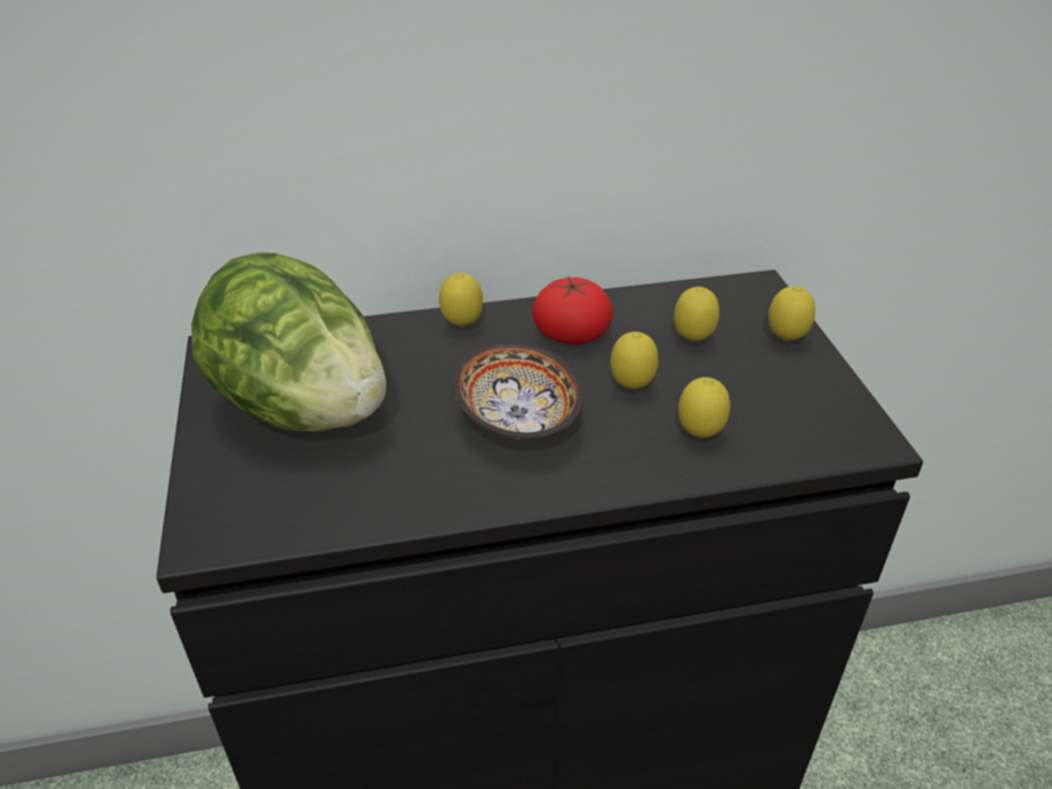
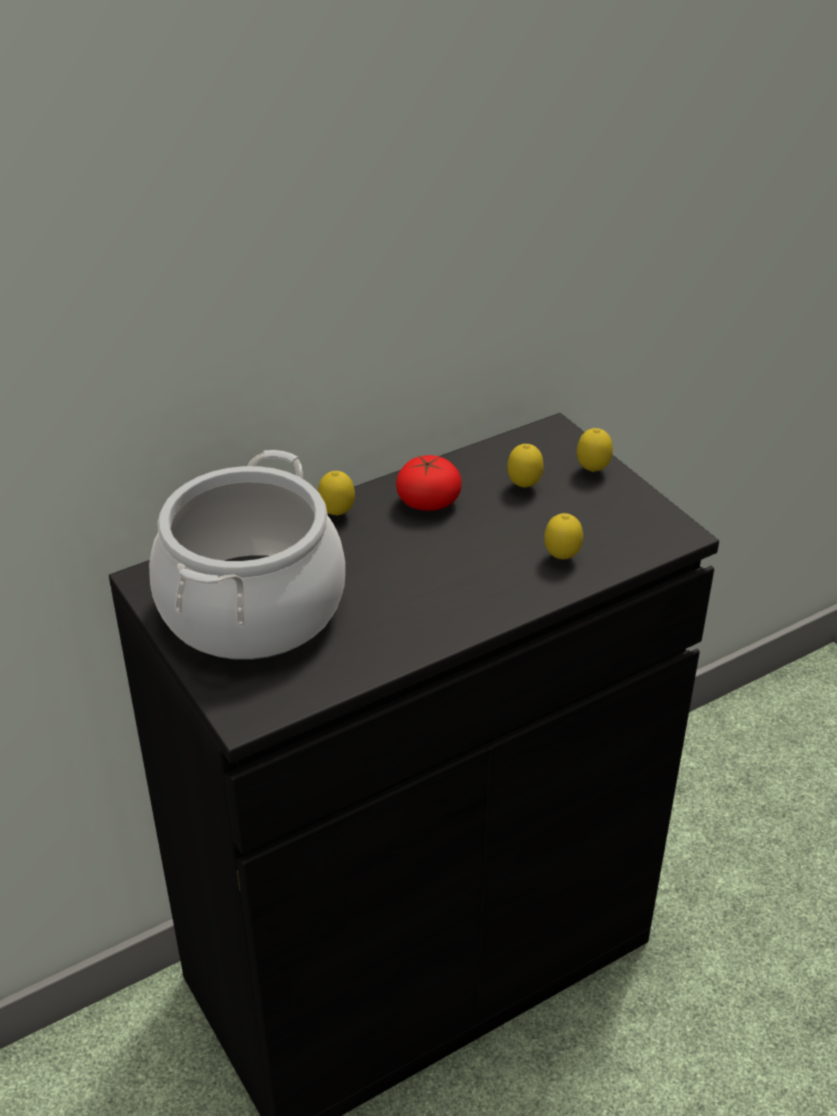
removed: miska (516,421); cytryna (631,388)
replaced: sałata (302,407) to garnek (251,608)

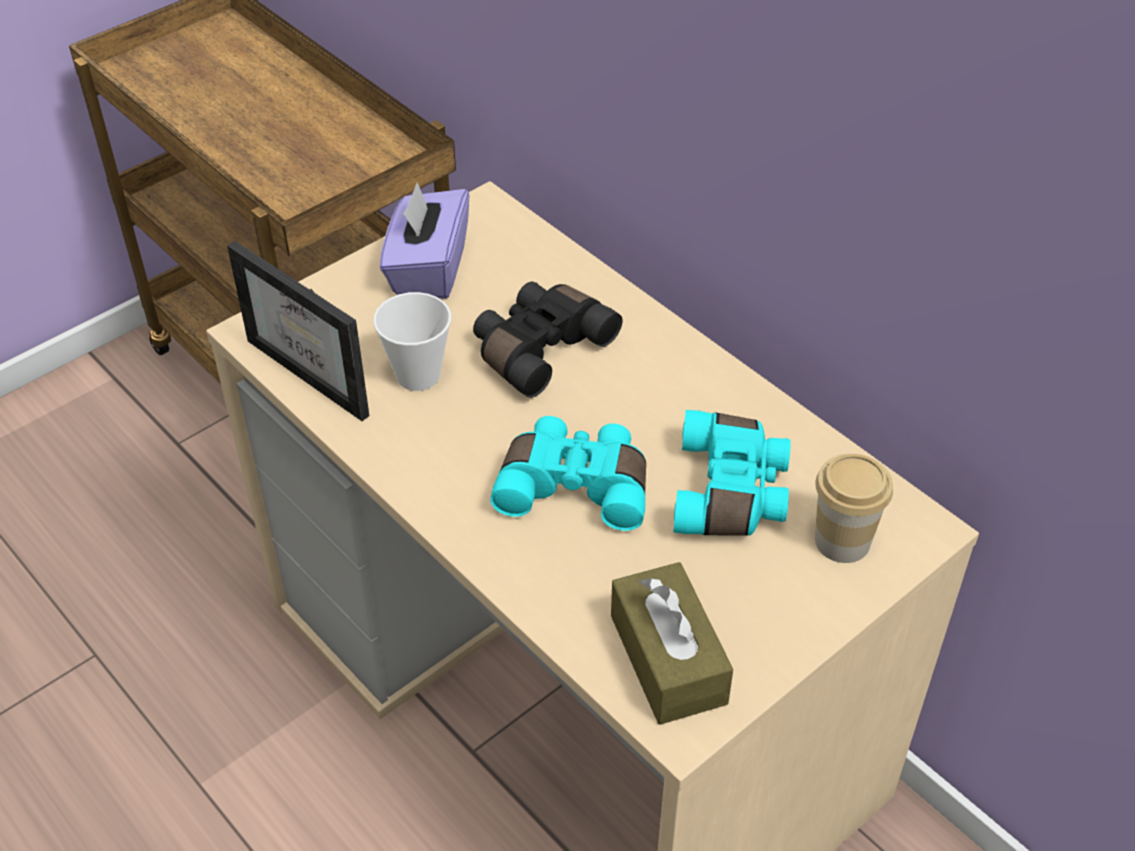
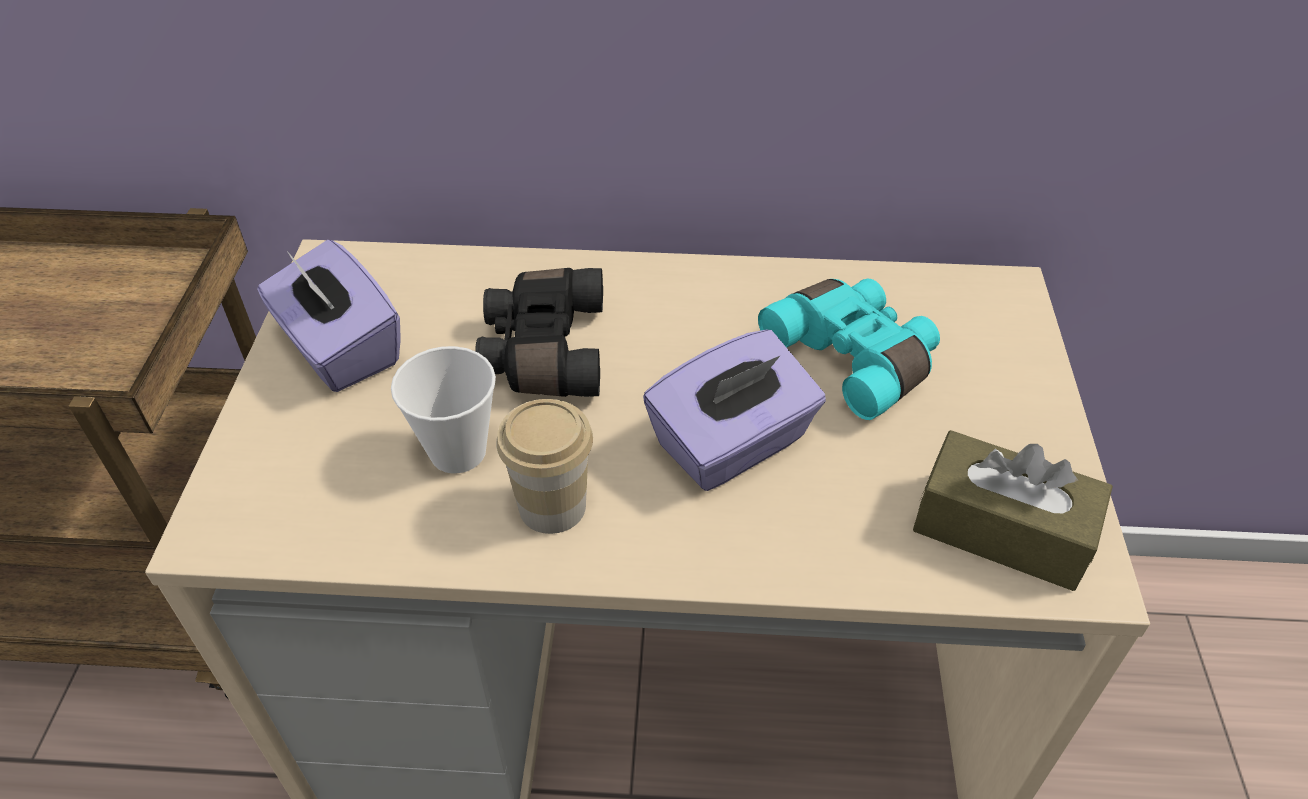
removed: ramka na zdjęcie (322,370)
moved: filiżanka (842,541) to (552,506)
replaced: lornetka/turkusowy (575,485) to pudełko chusteczek/fioletowy (732,444)

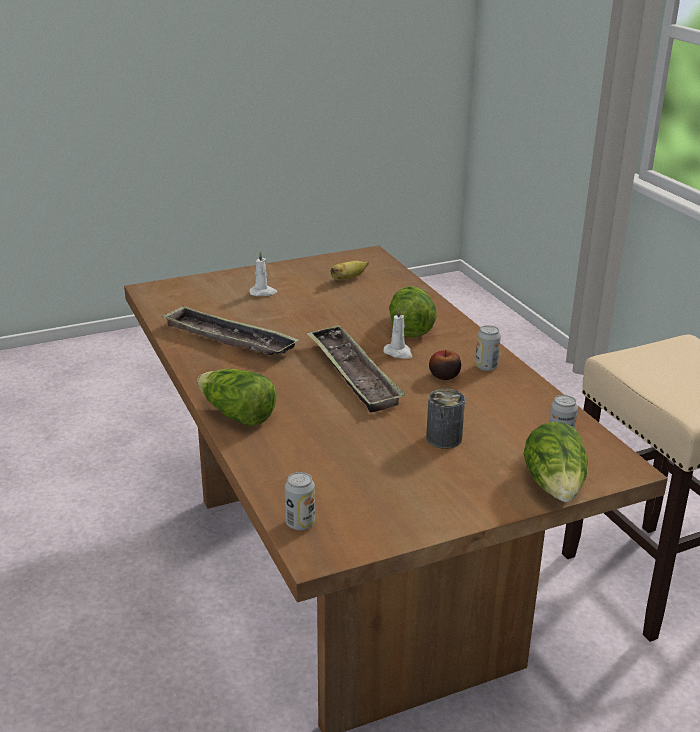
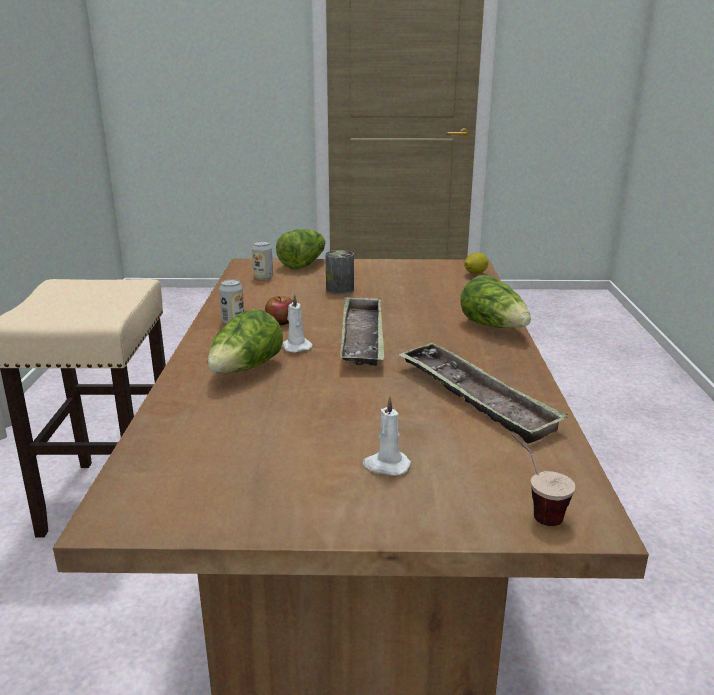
removed: banan (348,279)
added: filiżanka (534,509)
replaced: puszka (300,523) to cytryna (475,273)

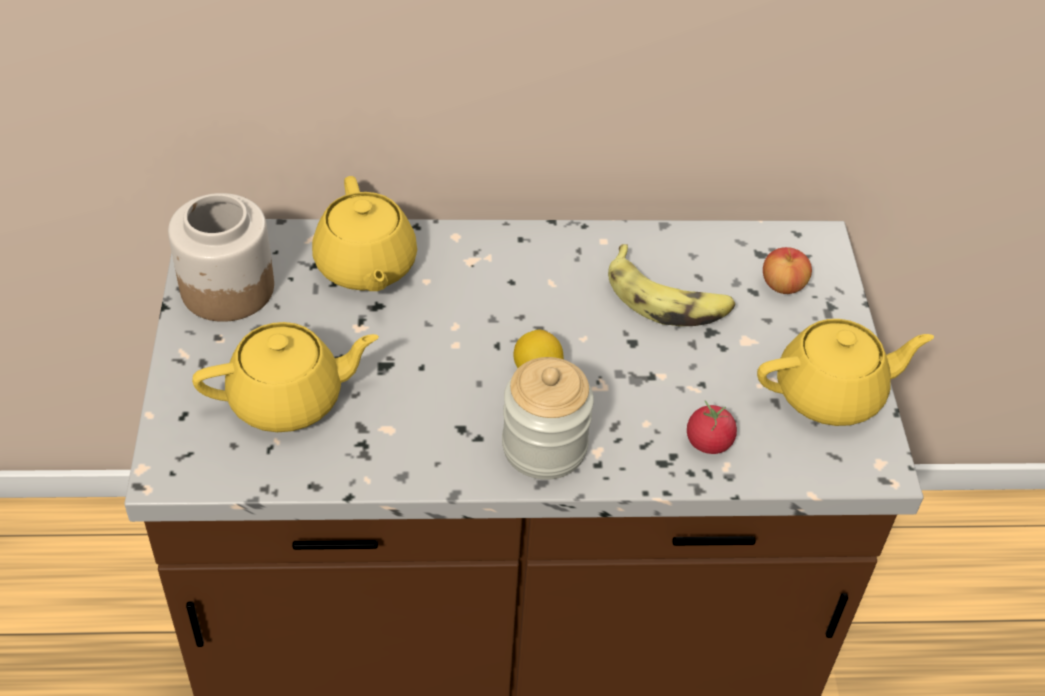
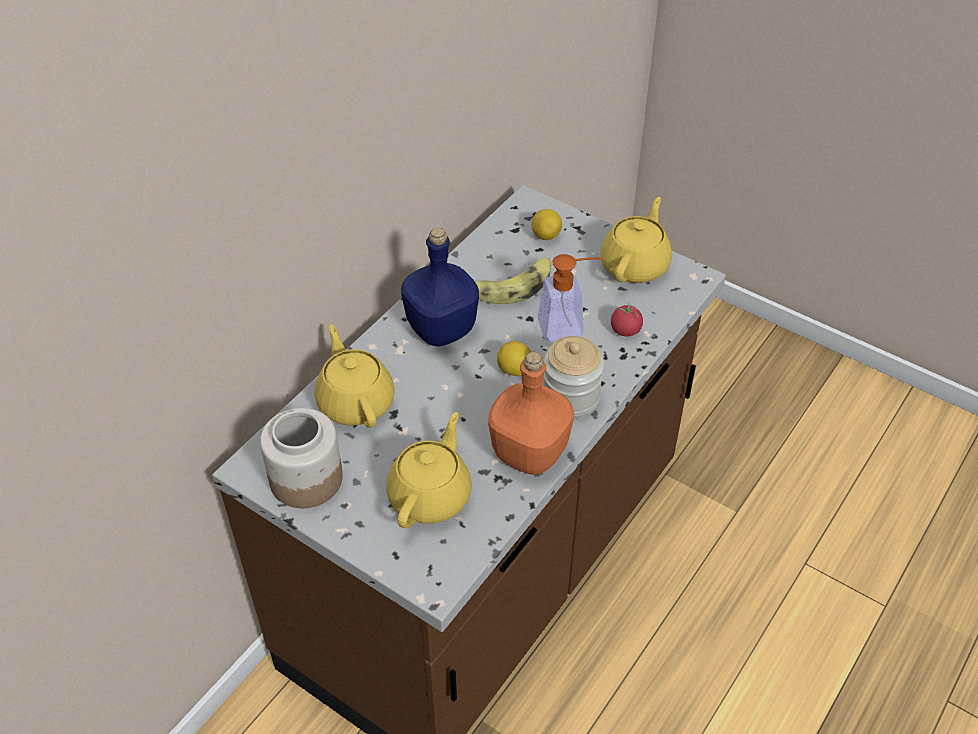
added: butelka/niebieski (442,329); butelka/pomarańczowy (531,453); dozownik mydła (568,326)
replaced: jabłko (783,285) to cytryna (546,236)
turned: imbryk/żółty (365,267) = (355,401) 135 degrees counterclockwise

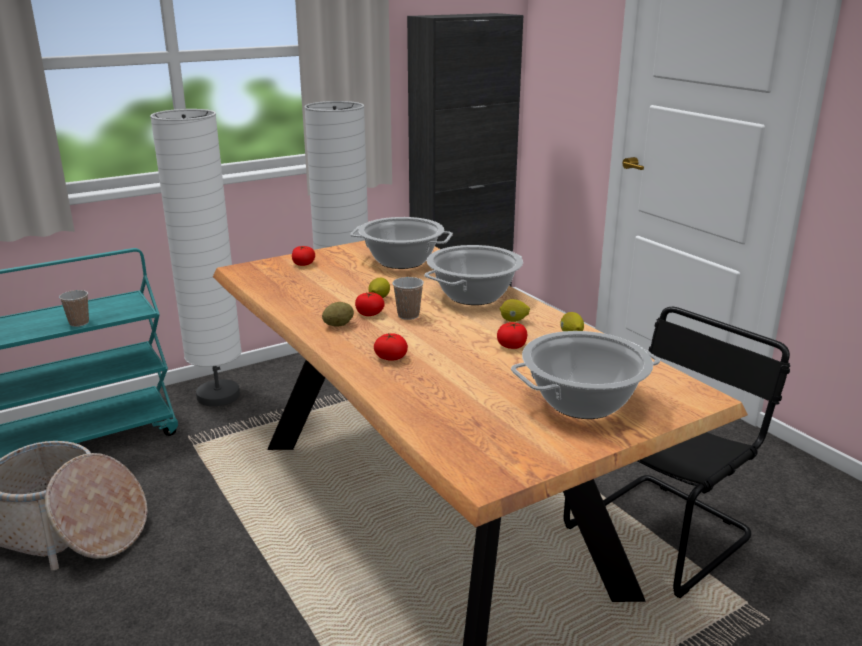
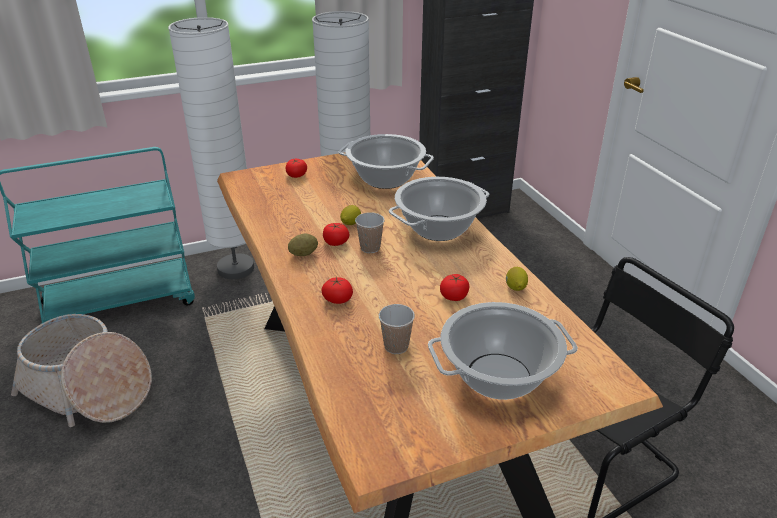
removed: cytryna (513,320)
moved: filiżanka (79,323) to (396,346)

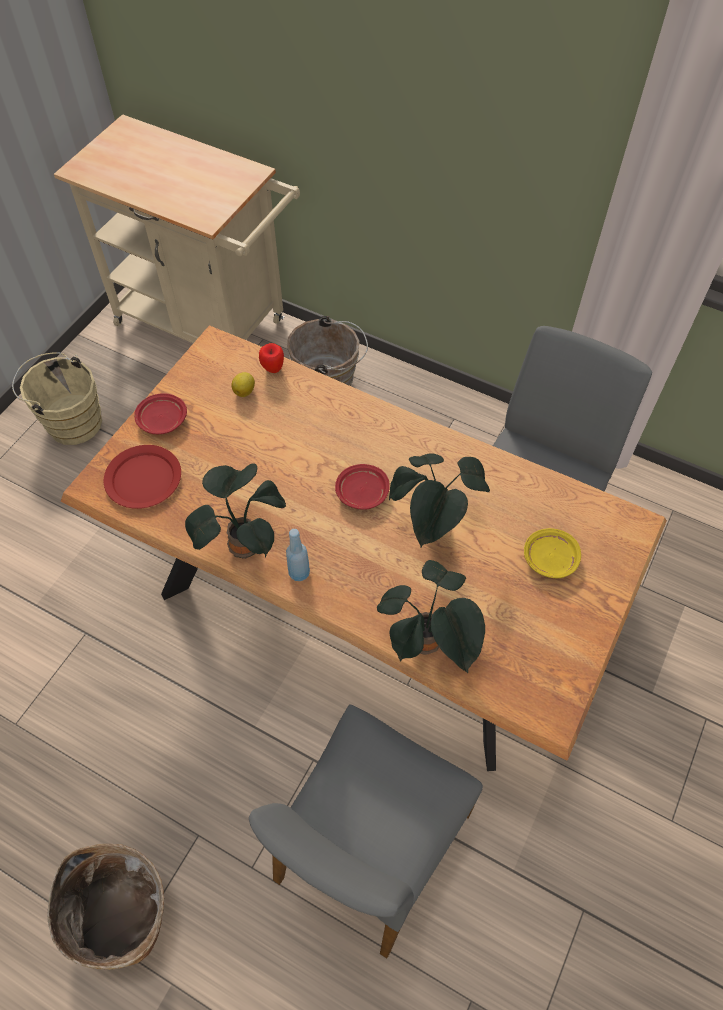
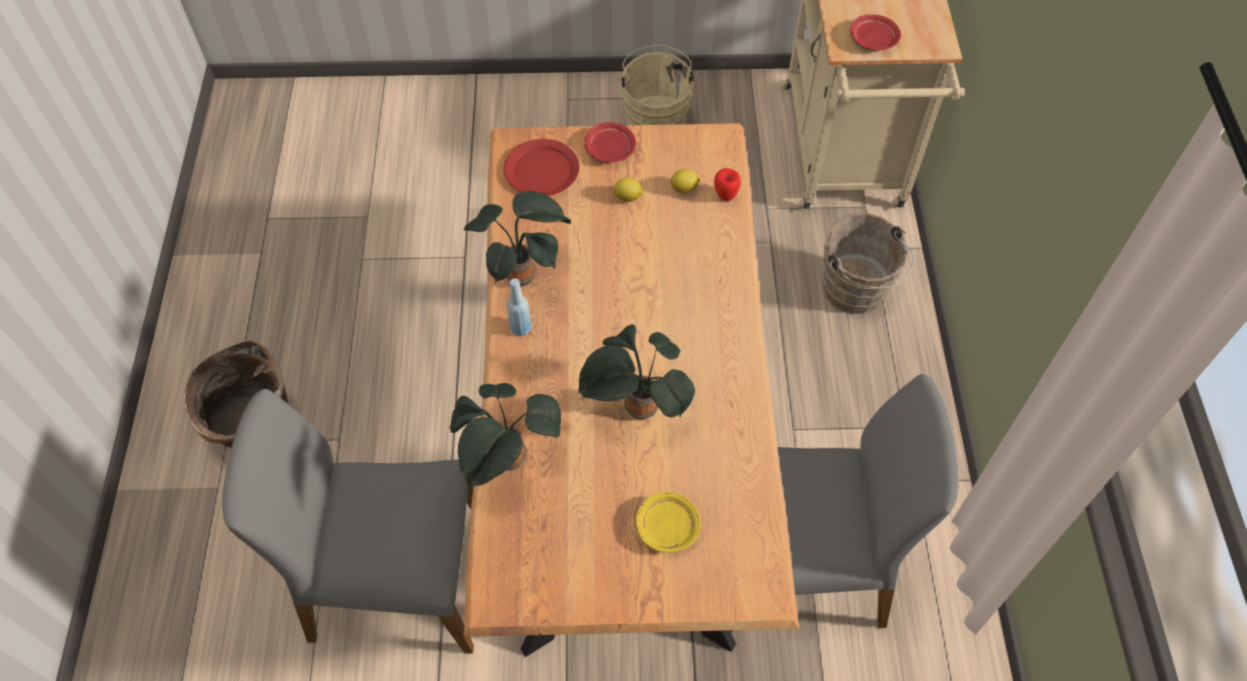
added: cytryna (628,198)
moved: talerz/czerwony (361,492) to (872,39)

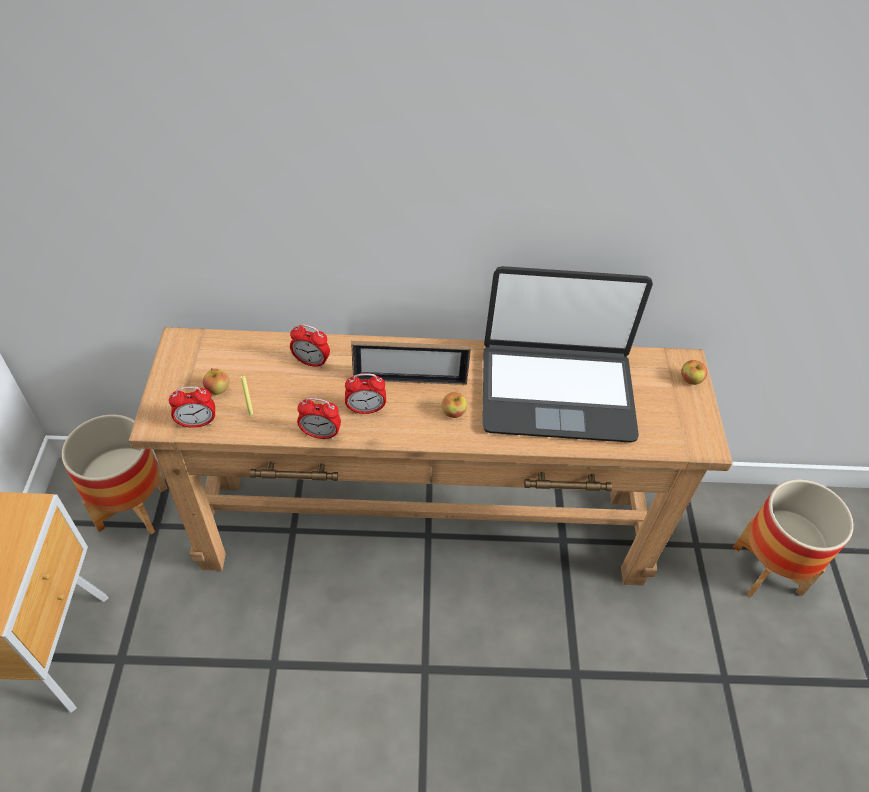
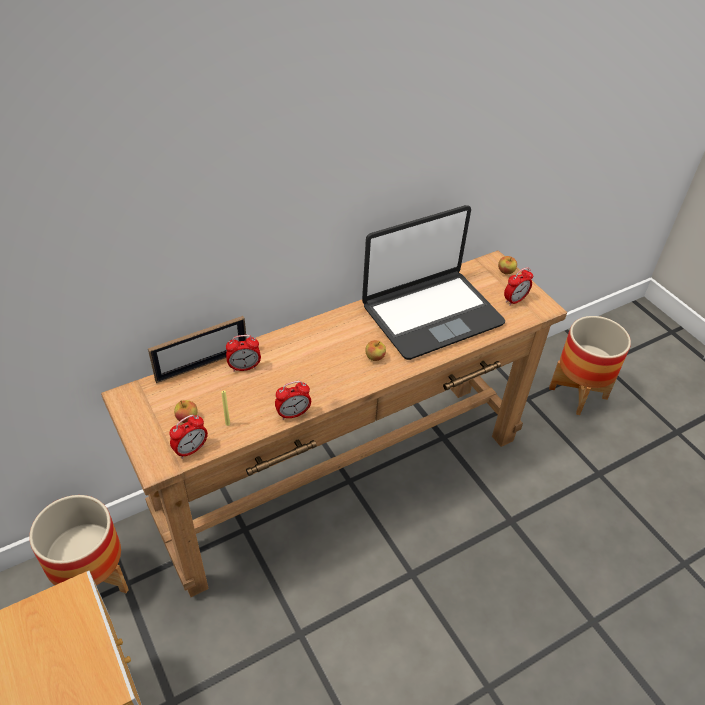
moved: budzik (366,409) to (515,300); ramka na zdjęcie (410,380) to (202,365)

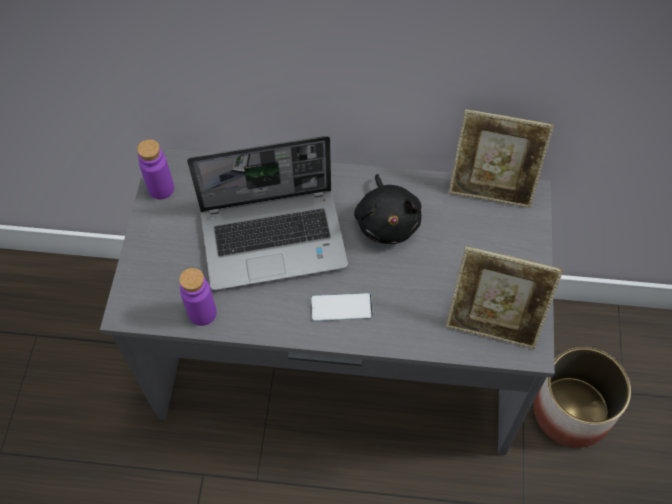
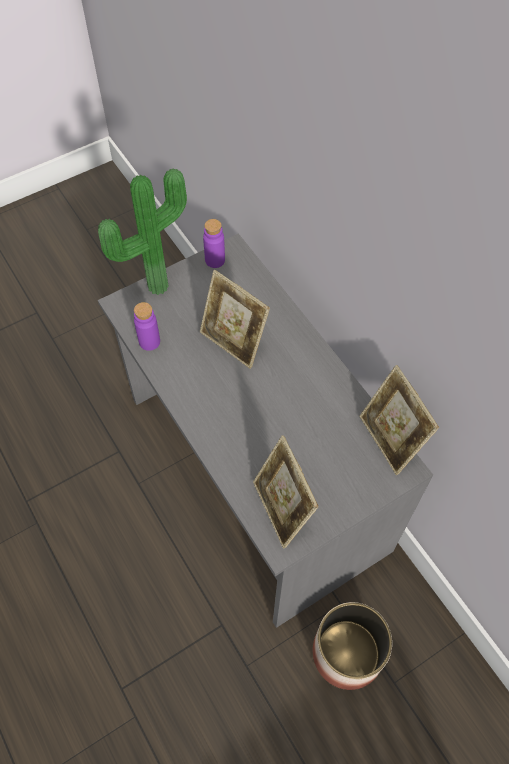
removed: telefon (341,307); pluszak/czarny (387,221)
added: roślina doniczkowa (155,284)
replaced: laptop (275,238) to ramka na zdjęcie (233,342)

